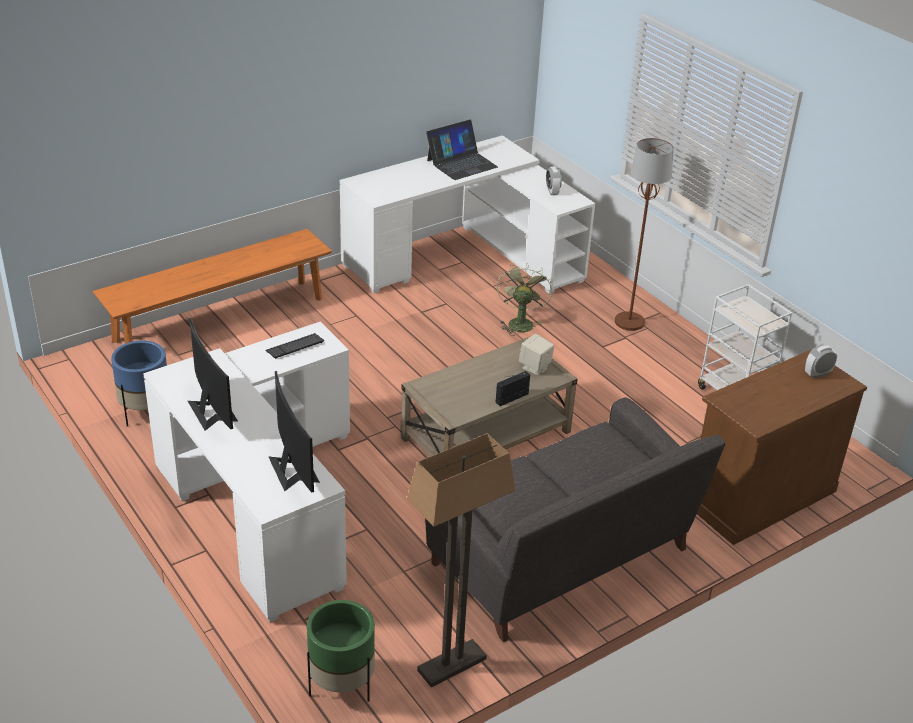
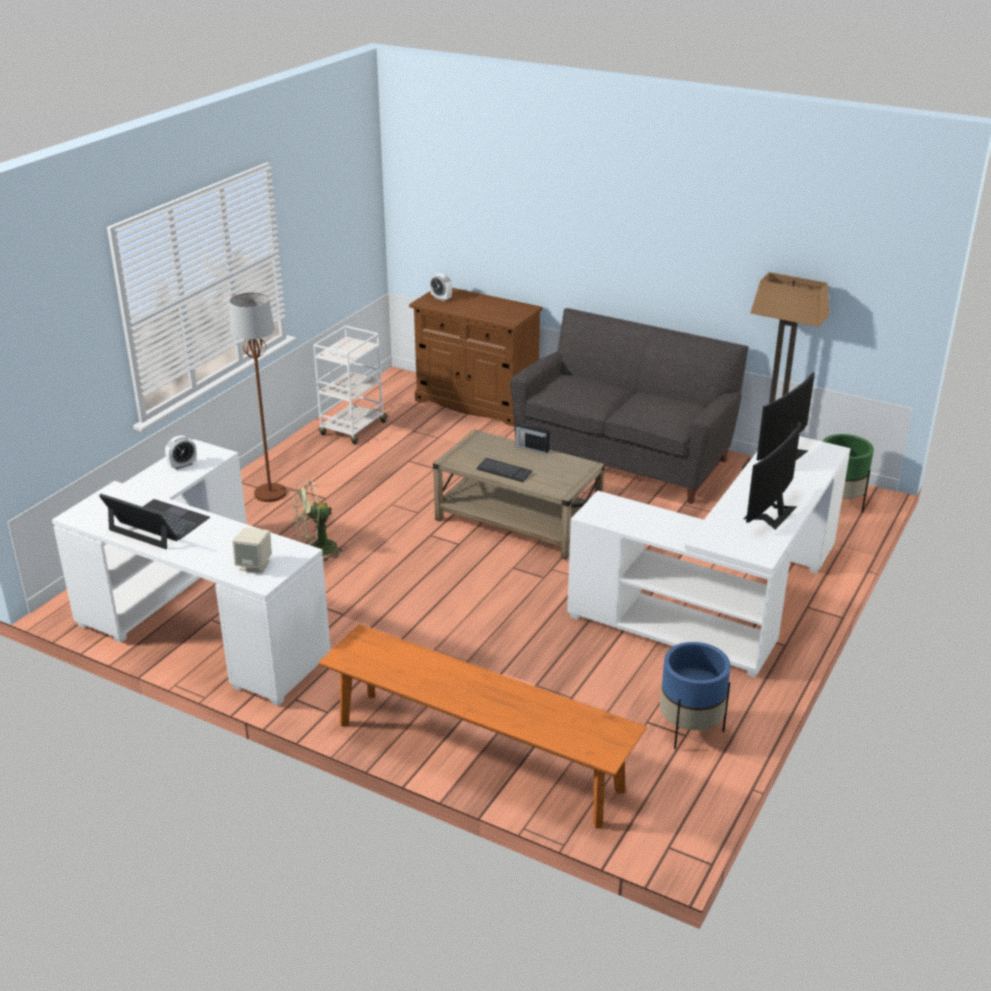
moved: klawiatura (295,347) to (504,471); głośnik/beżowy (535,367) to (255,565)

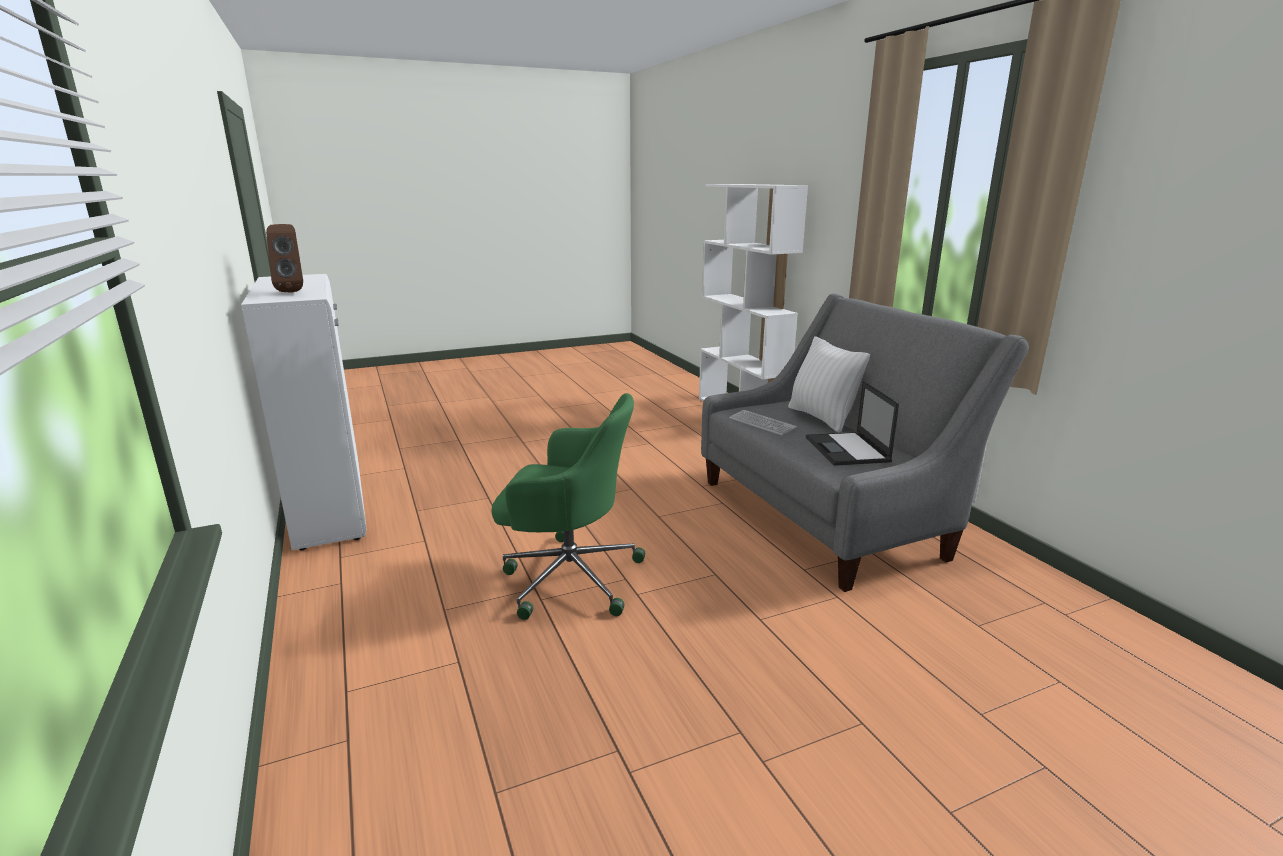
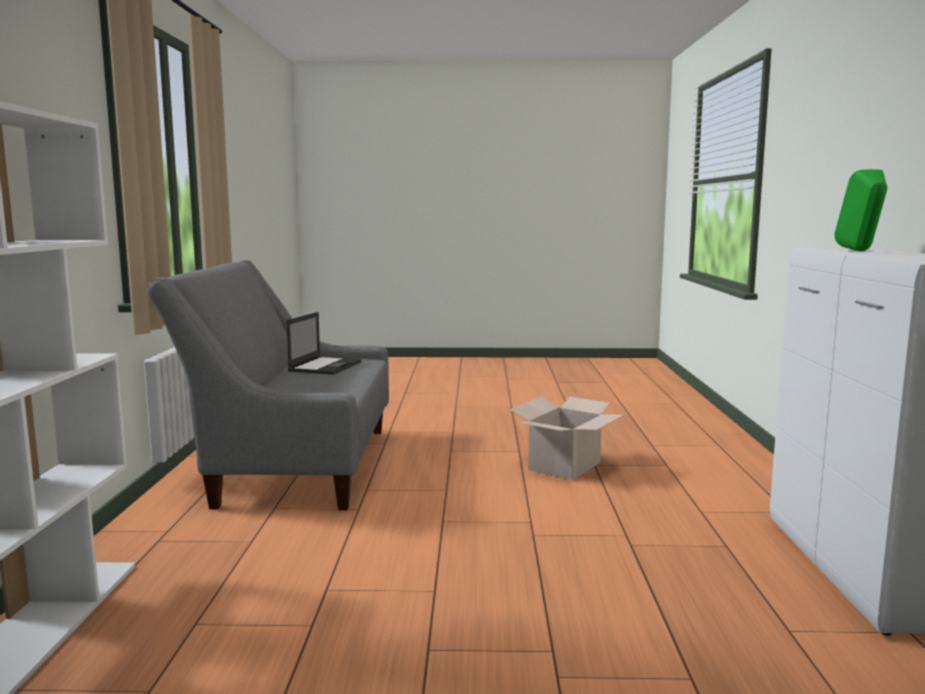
removed: klawiatura (762,424); poduszka/biały (822,418)
replaced: krzesło biurowe/zielony (569,577) to karton (564,466)
recoloured: głośnik/brązowy (292,292) to głośnik/zielony (860,251)

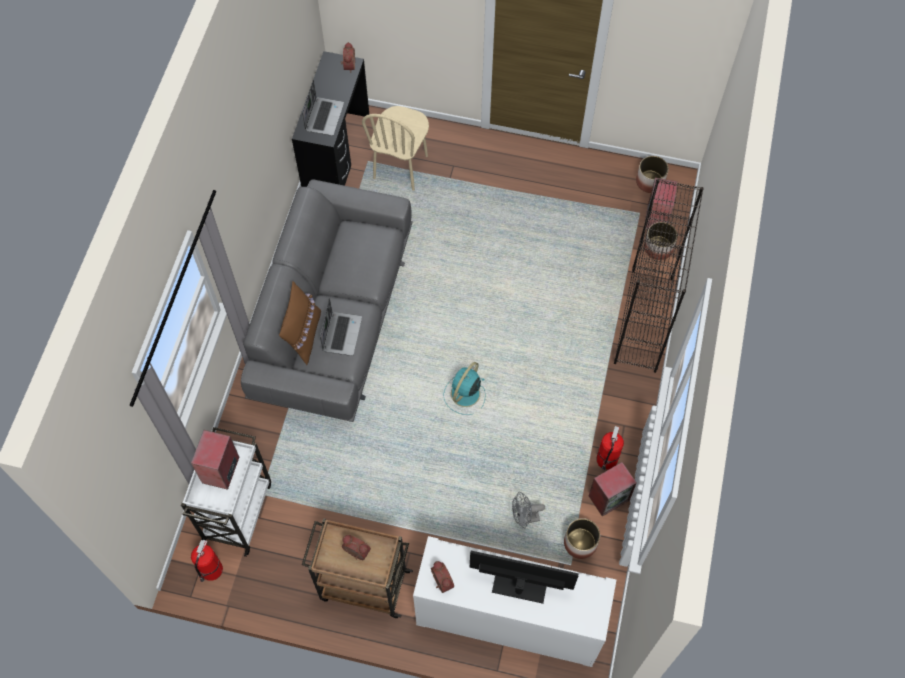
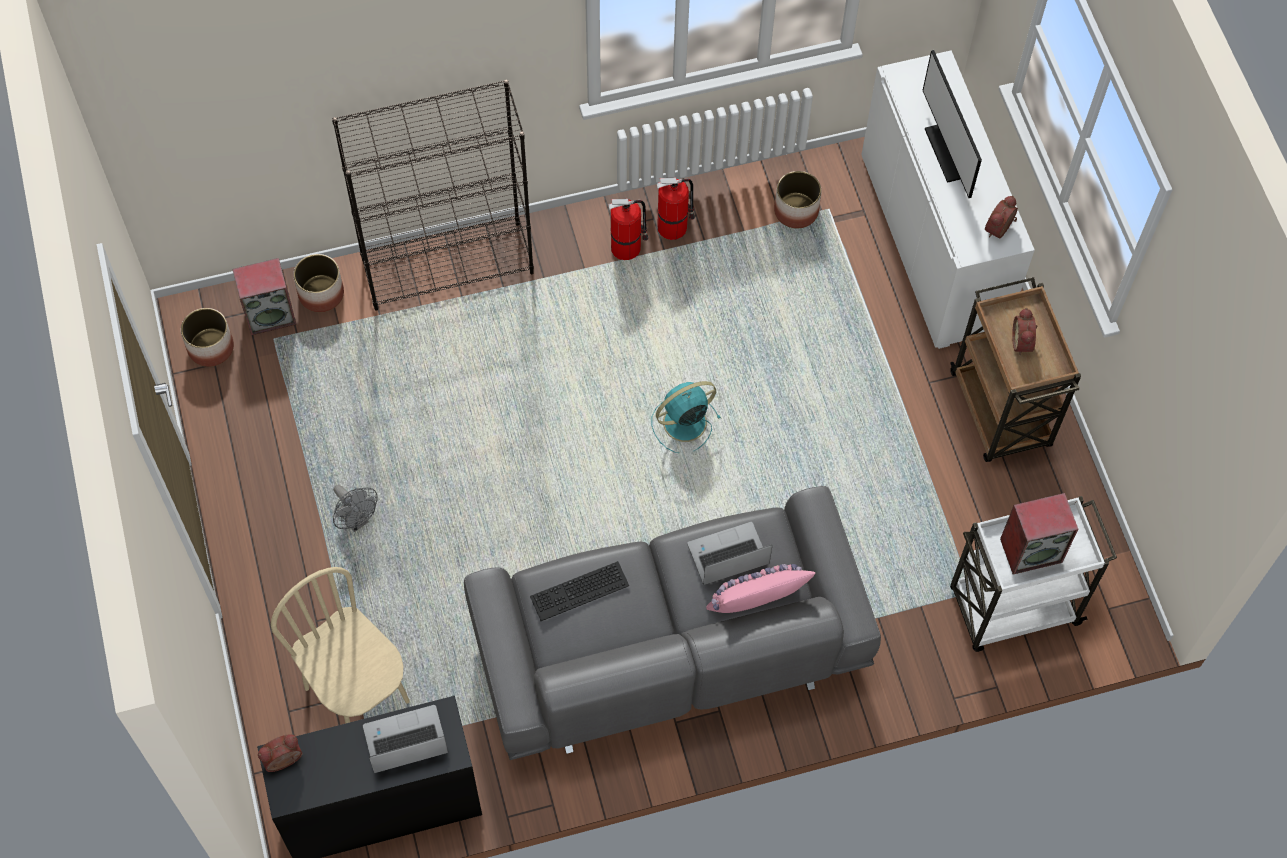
removed: głośnik (609,497)
added: klawiatura (579,593)
moved: gaśnica (211,571) to (627,247); wentylator/szary (524,518) to (356,520)
recoloured: poduszka/brązowy (304,336) to poduszka/różowy (757,608)
turned: krzesło/beżowy (401,167) = (358,694) 120 degrees counterclockwise; wentylator/turkusowy (464,394) = (683,423) 150 degrees clockwise

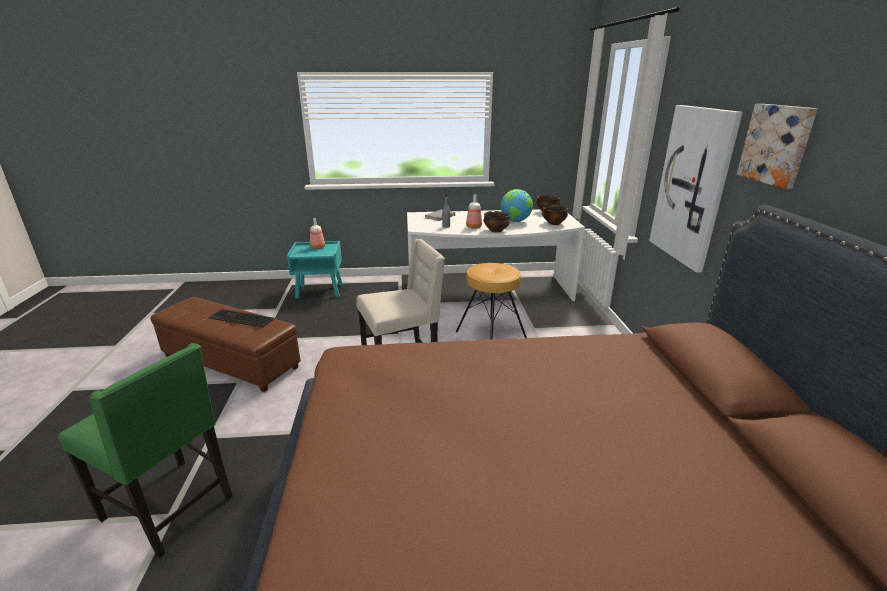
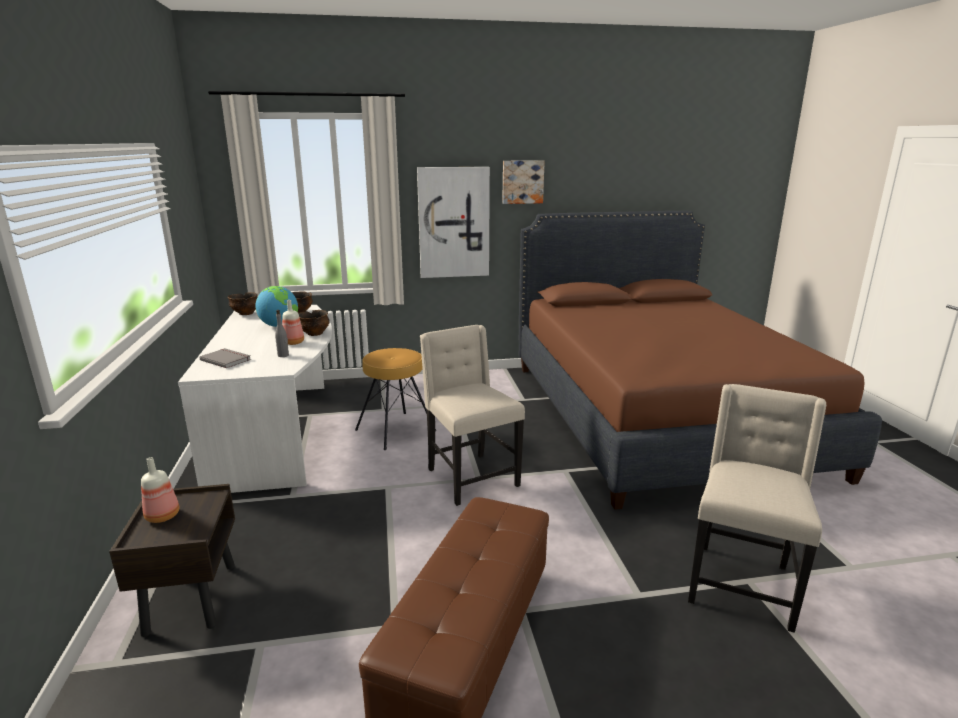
removed: klawiatura (240,318)
recoloured: krzesło/zielony (172,507) to krzesło/beżowy (740,583); szafka nocna/turkusowy (320,291) to szafka nocna/brązowy (191,598)

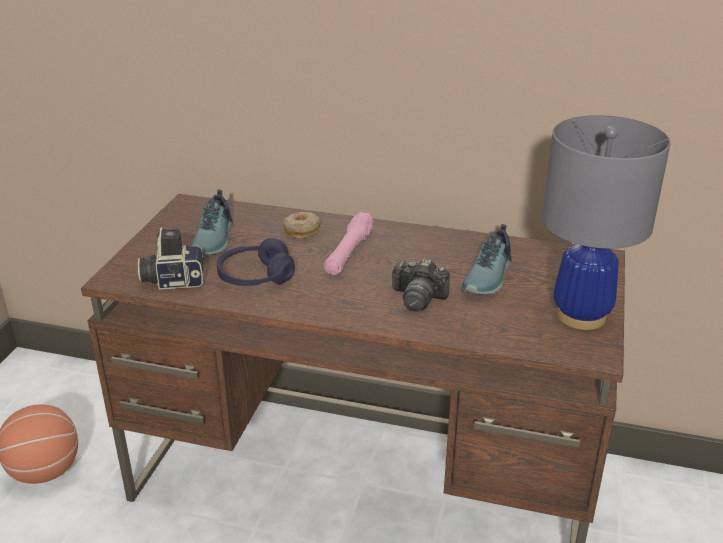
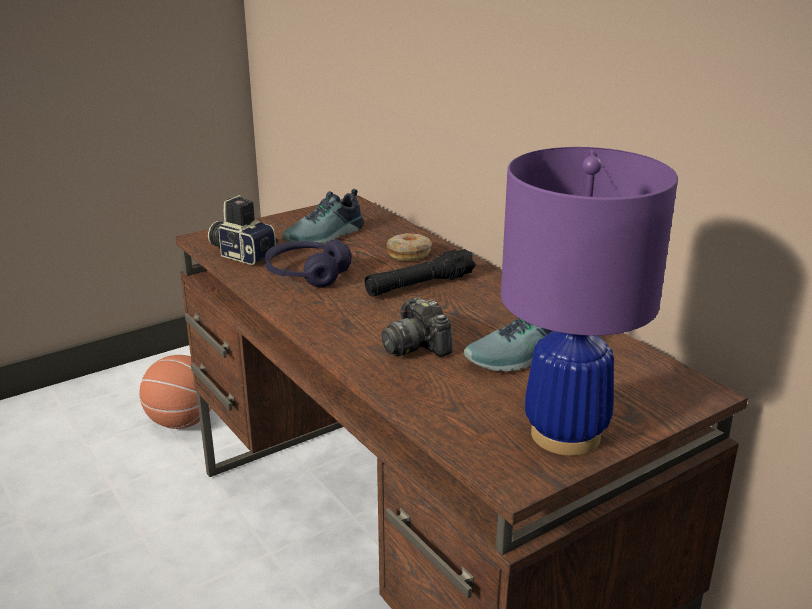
recoloured: latarka/różowy (349,253) to latarka/czarny (419,285); lampa stołowa/szary (581,316) to lampa stołowa/fioletowy (565,435)

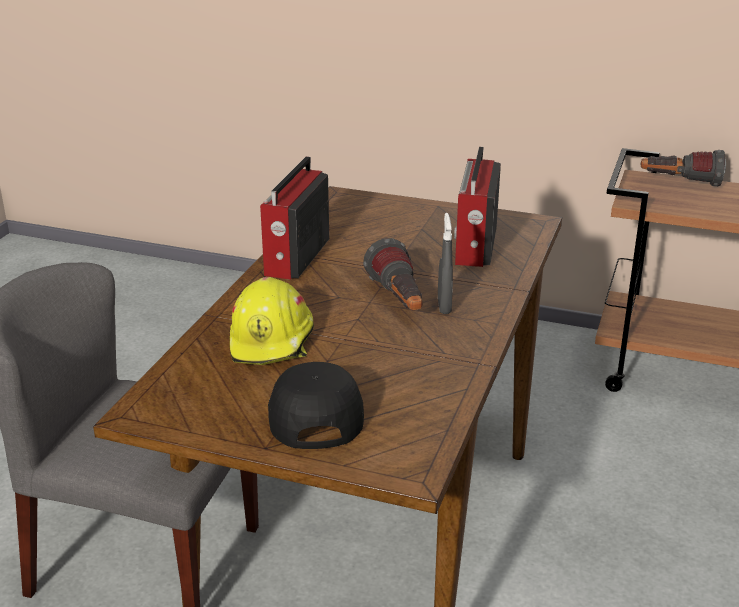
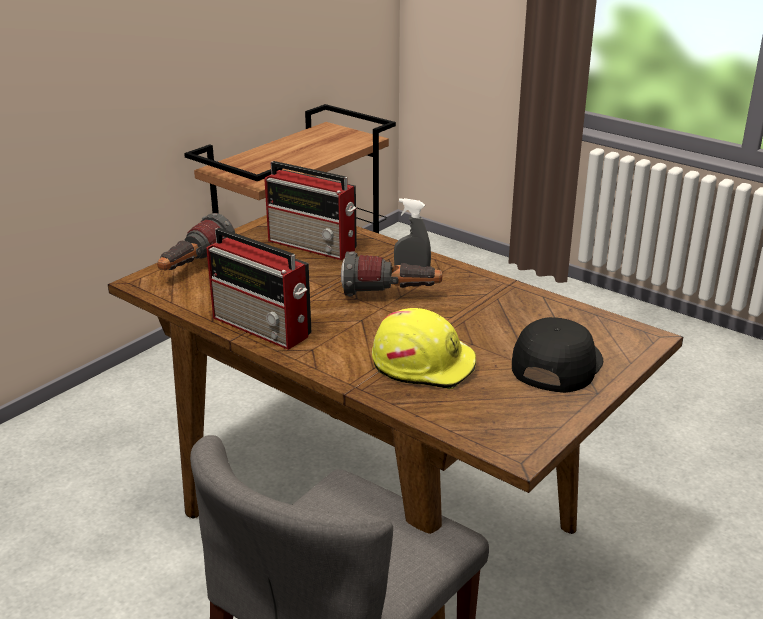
moved: latarka (680,183) to (194,267)
turned: czapka z daszkiem/czarny (313,414) = (555,364) 105 degrees clockwise

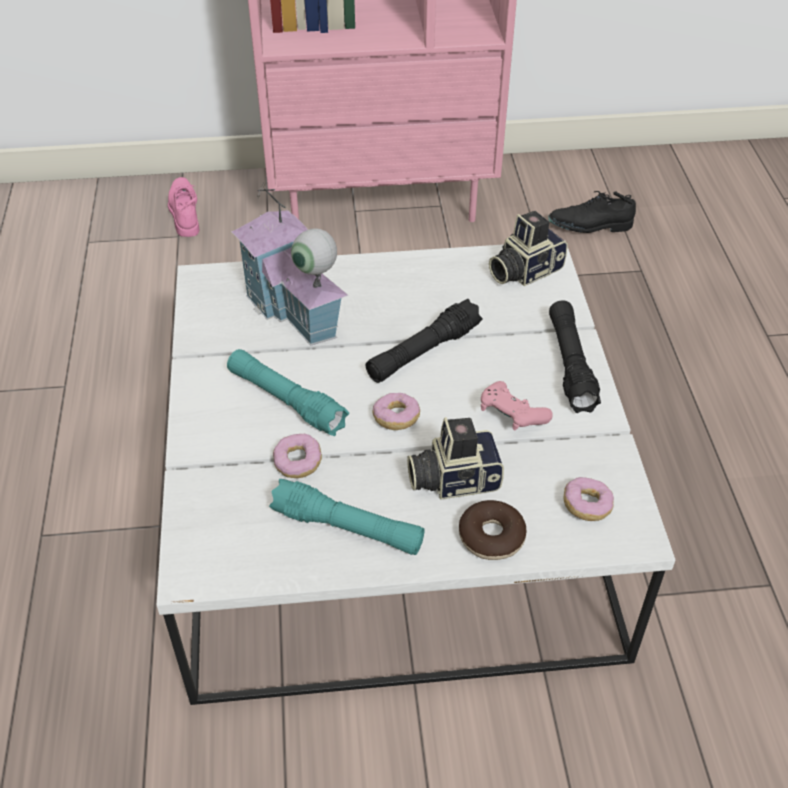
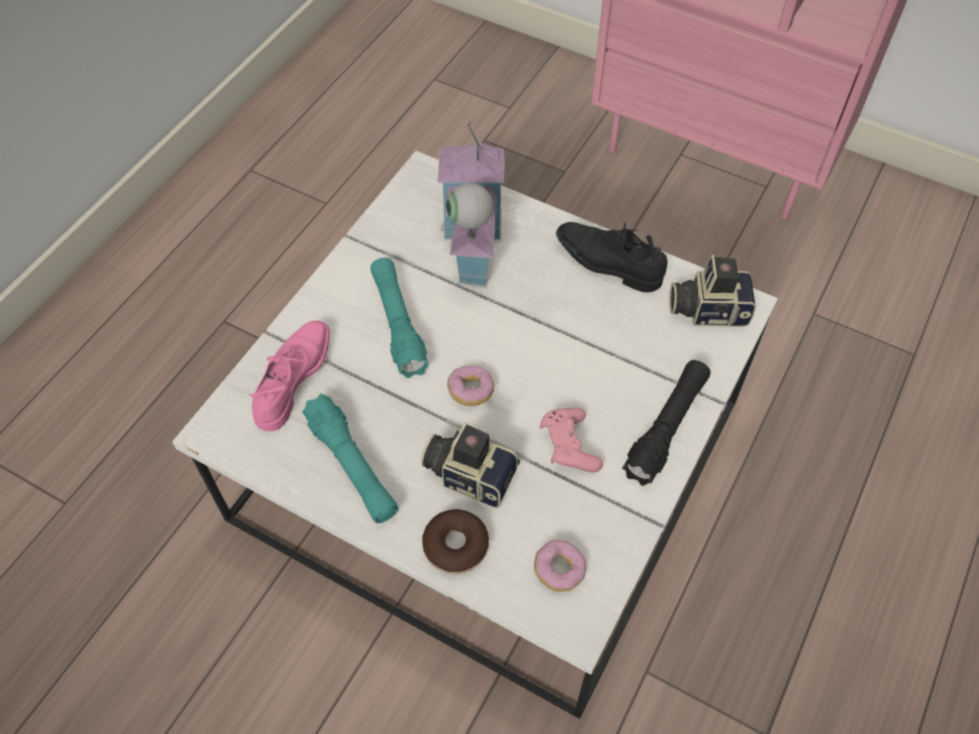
removed: donut (298,463); latarka/czarny (423,352)
moved: but/różowy (185,213) to (293,379); but/czarny (590,226) to (607,263)

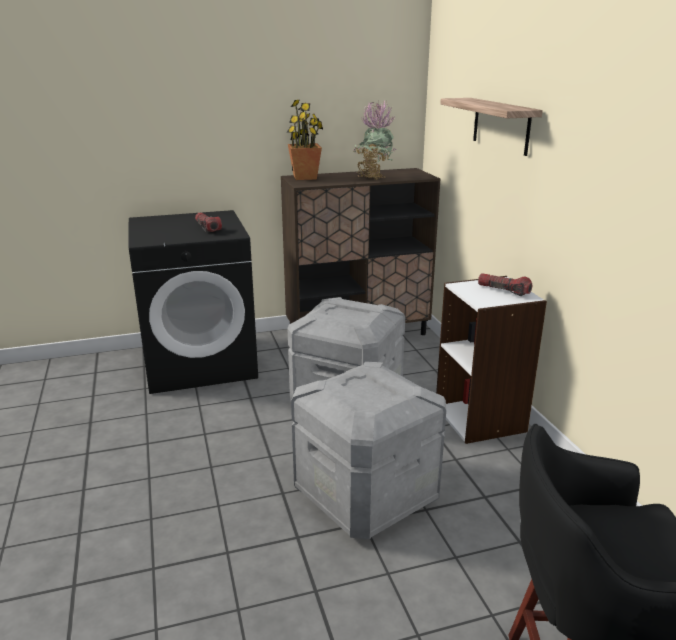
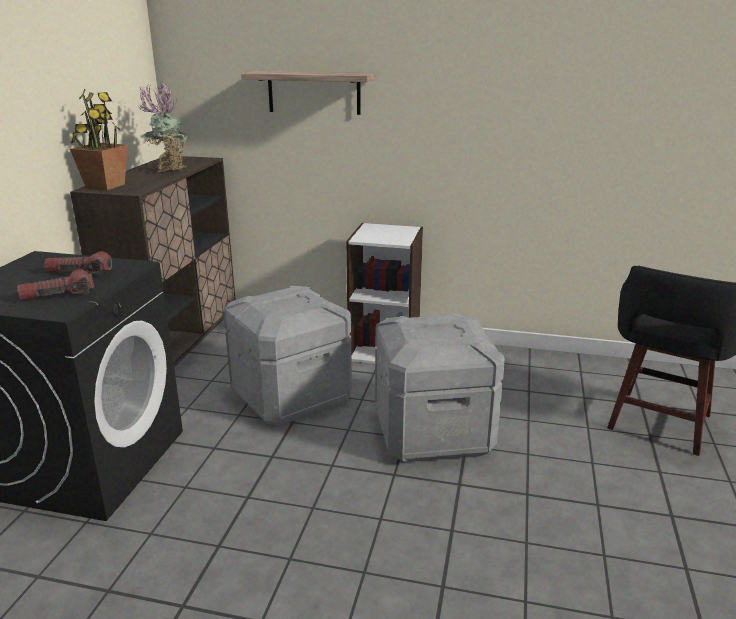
moved: latarka (504,290) to (58,295)

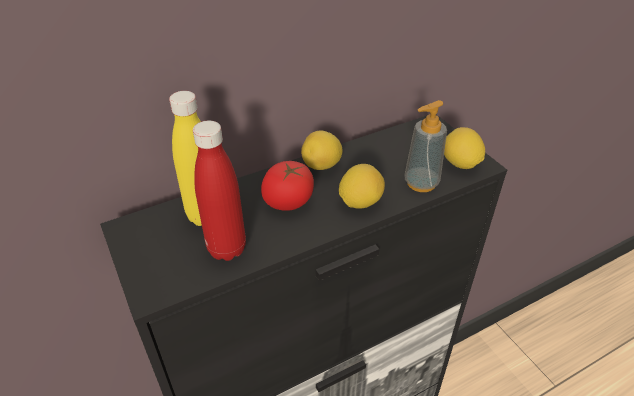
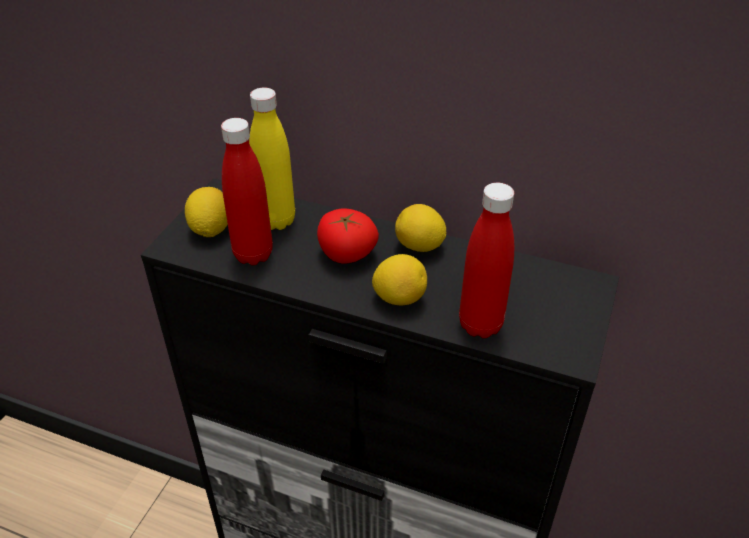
moved: cytryna (460,164) to (211,230)
replaced: dozownik mydła (421,183) to butelka/czerwony (480,325)

